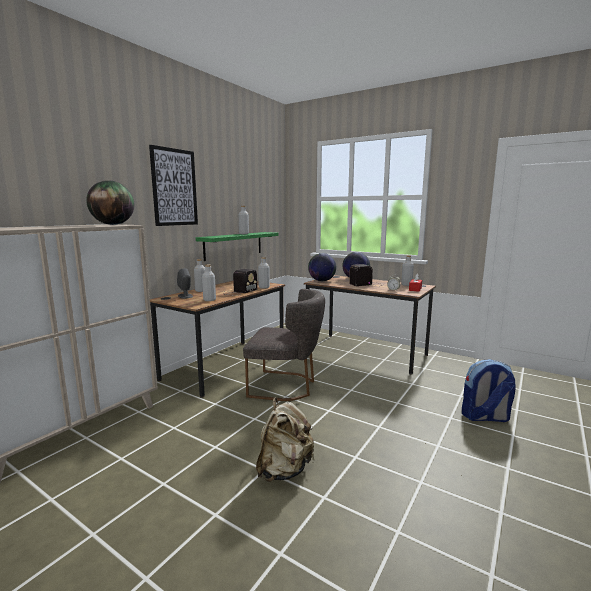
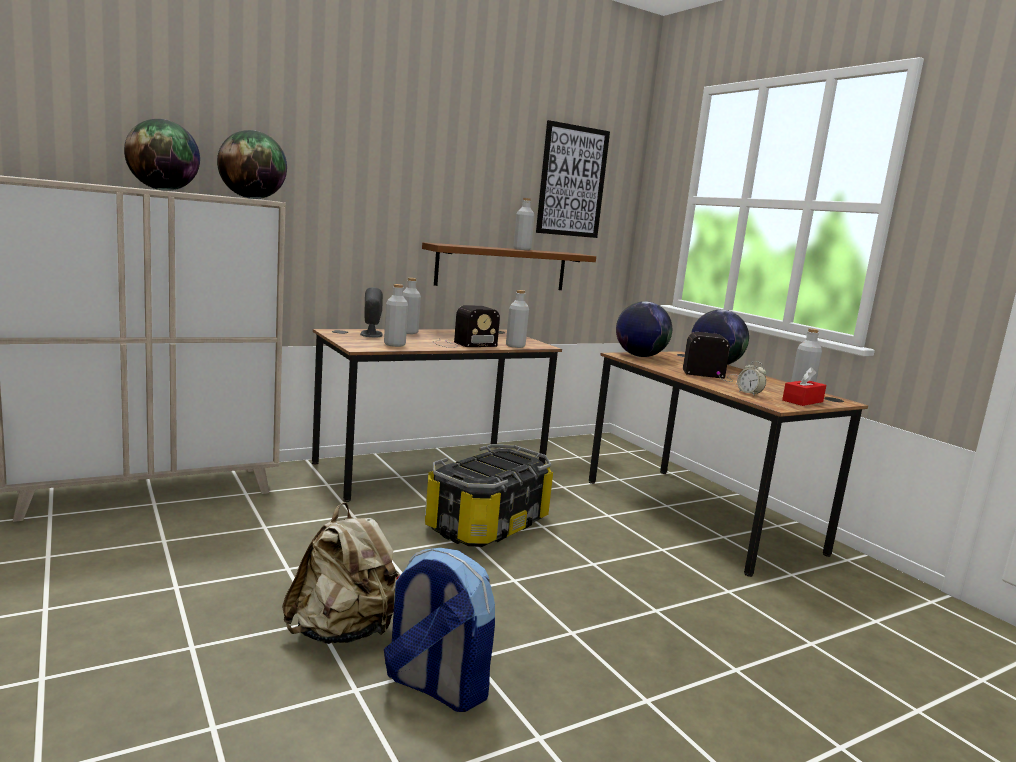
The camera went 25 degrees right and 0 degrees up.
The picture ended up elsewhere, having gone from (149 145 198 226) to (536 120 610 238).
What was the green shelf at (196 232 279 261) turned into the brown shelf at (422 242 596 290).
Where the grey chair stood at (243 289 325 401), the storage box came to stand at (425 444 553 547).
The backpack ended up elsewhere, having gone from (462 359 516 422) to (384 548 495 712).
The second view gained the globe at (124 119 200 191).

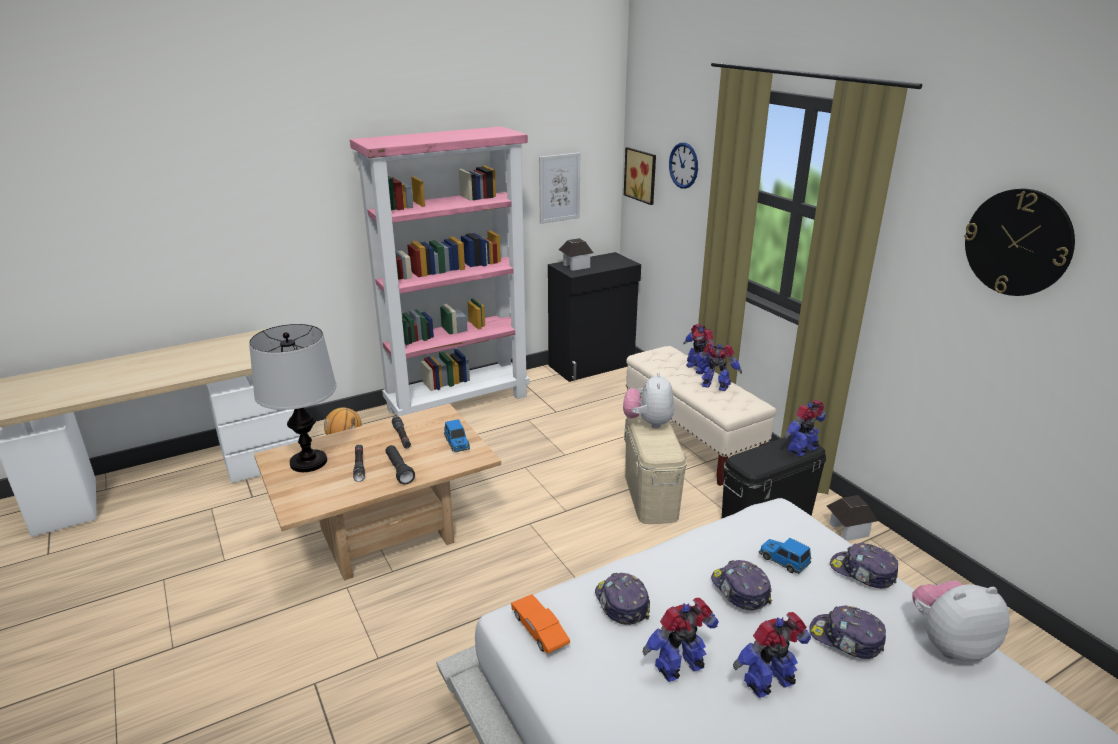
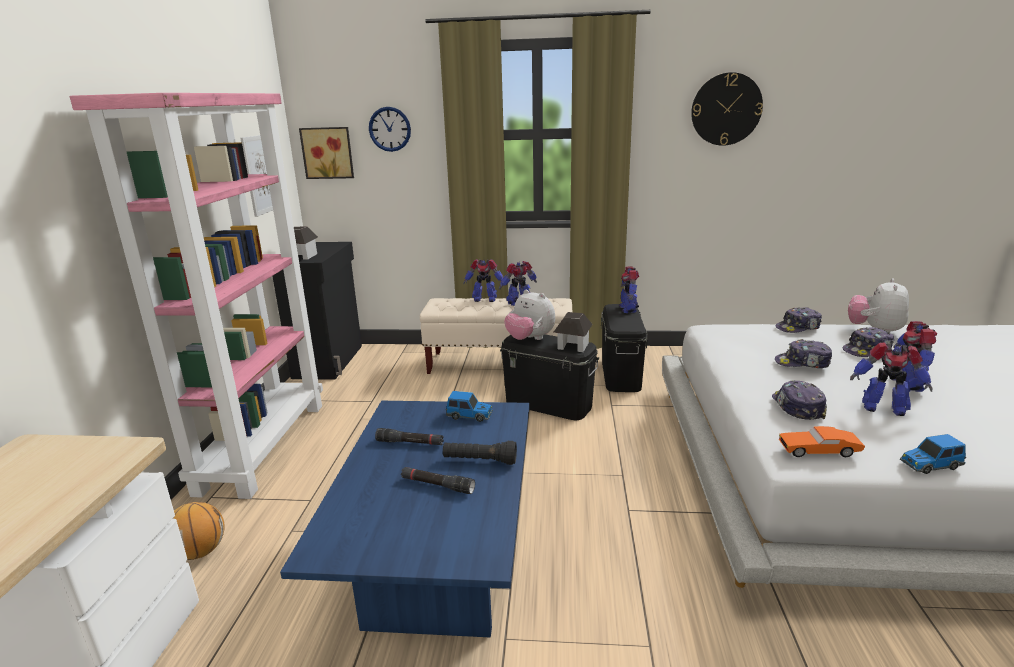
The camera went 55 degrees left and 5 degrees down.
The second view lost the table lamp at (249 324 337 472).
What was the beige coffee table at (254 404 501 580) turned into the blue coffee table at (280 401 529 637).
What was the beige storage box at (624 414 687 524) turned into the black storage box at (500 334 599 421).
The toy house ended up elsewhere, having gone from (827 495 878 541) to (554 312 592 352).
The toy car ended up elsewhere, having gone from (759 538 811 574) to (900 434 966 474).
The cap at (595 573 650 625) ended up facing another way, 75 degrees clockwise from before.
The toy robot at (642 598 719 682) ended up facing another way, 75 degrees counterclockwise from before.

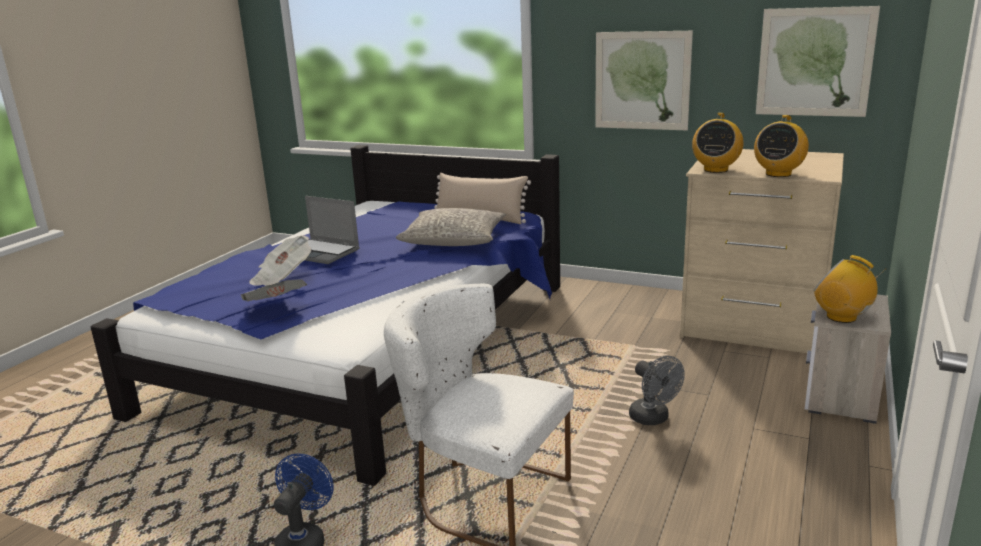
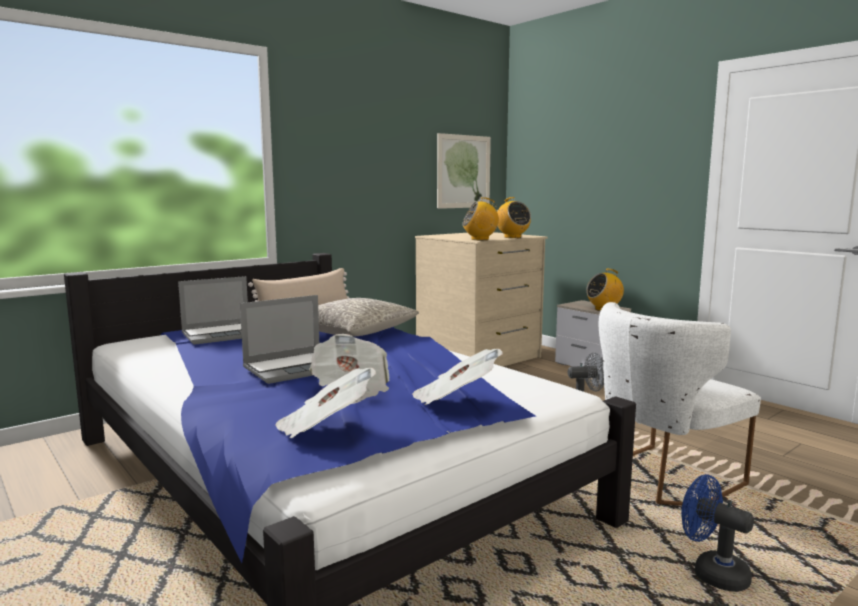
The camera went 65 degrees left and 10 degrees down.
The second view lost the picture at (595 31 693 130).
The radio at (692 113 744 173) ended up facing another way, 120 degrees clockwise from before.
The second view gained the laptop at (178 276 248 345).
The second view gained the newspaper at (275 368 376 438).

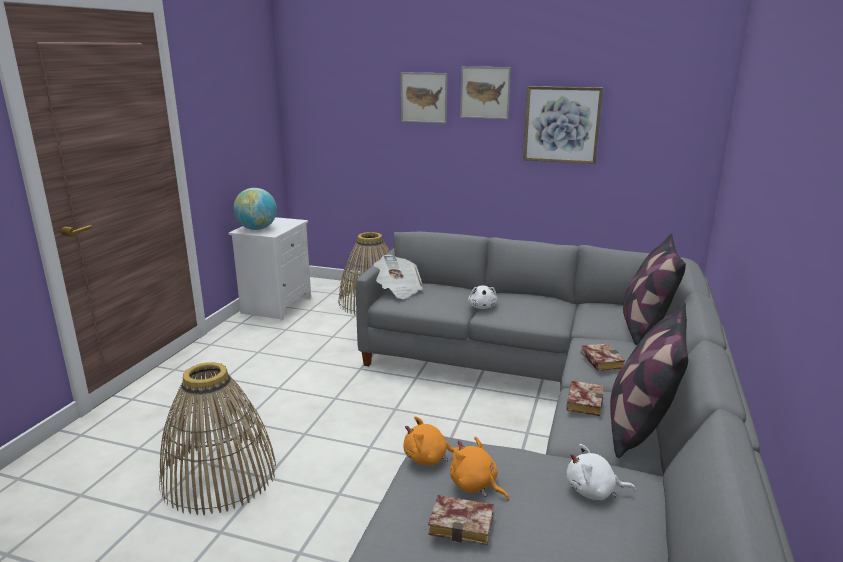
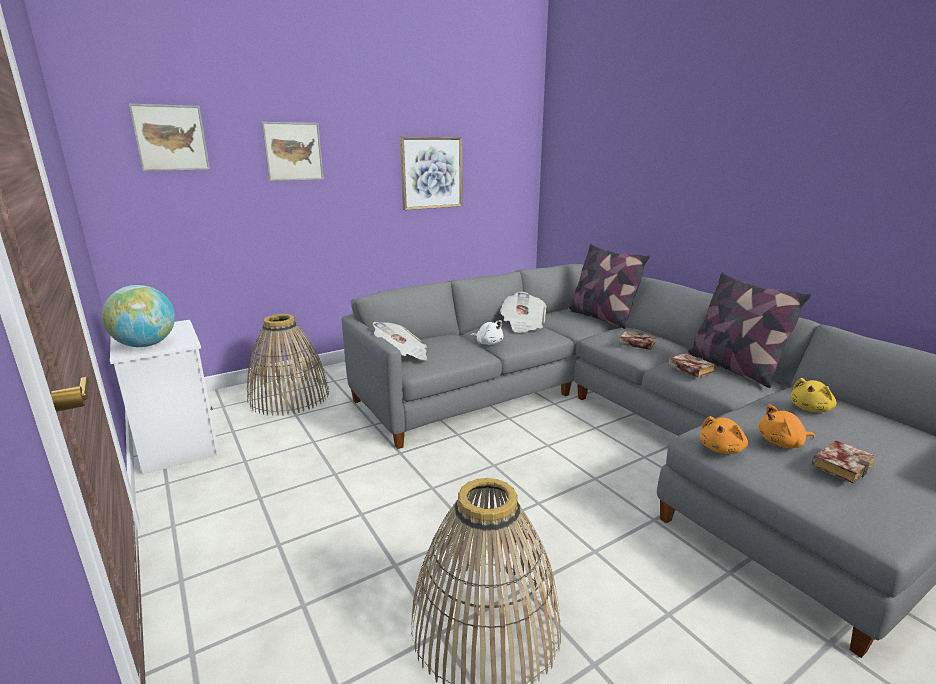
The camera went 50 degrees left and 0 degrees up.
The picture ended up elsewhere, having gone from (460 67 511 119) to (129 104 210 171).
What was the white plush toy at (567 444 636 500) turned into the yellow plush toy at (791 378 836 412).
The second view gained the newspaper at (500 292 547 333).

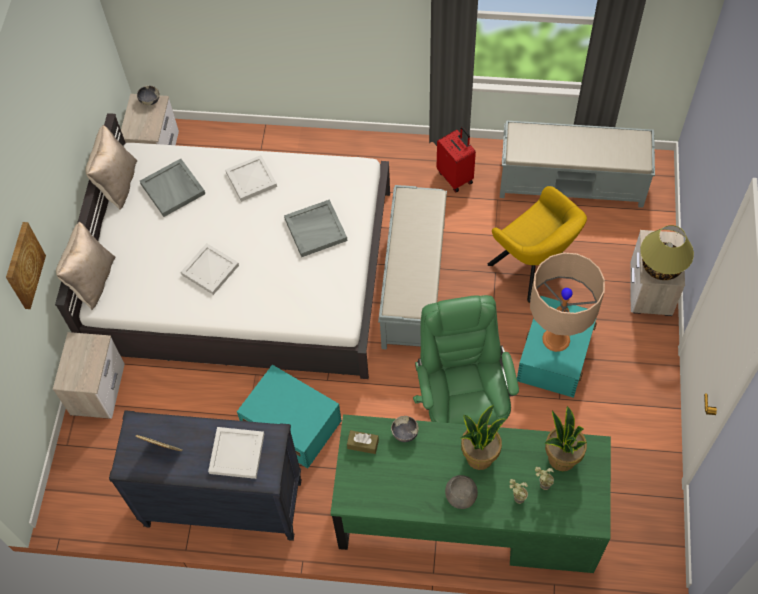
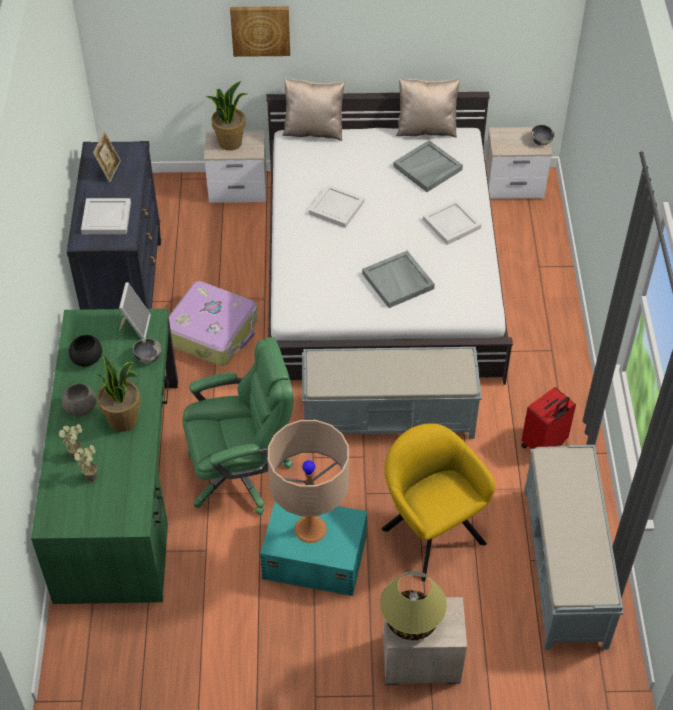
The camera went 80 degrees right and 10 degrees down.
The yellow armchair at (487 186 587 303) ended up facing another way, 105 degrees clockwise from before.
Where the turquoise storage box stood at (237 365 342 468), the suitcase came to stand at (169 281 258 366).
The potted plant ended up elsewhere, having gone from (544 406 587 471) to (205 81 247 151).
Where the brown tissue box stood at (347 430 379 454), the picture frame came to stand at (119 282 151 339).
The second view gained the black bowl at (69 335 102 367).

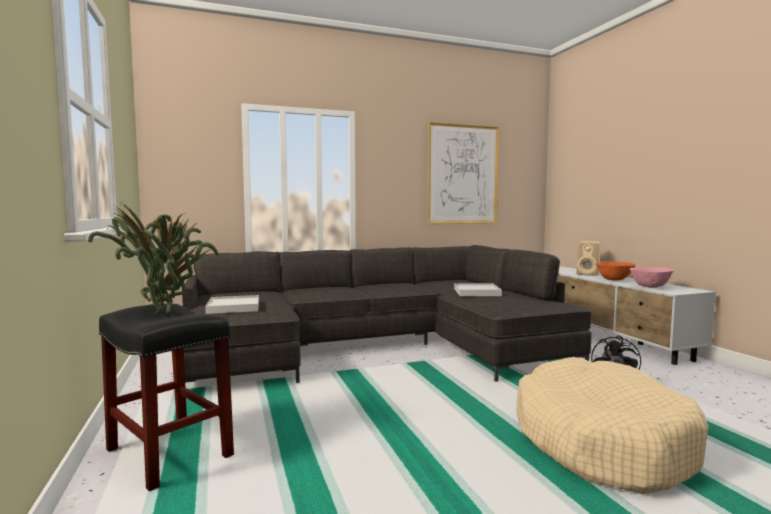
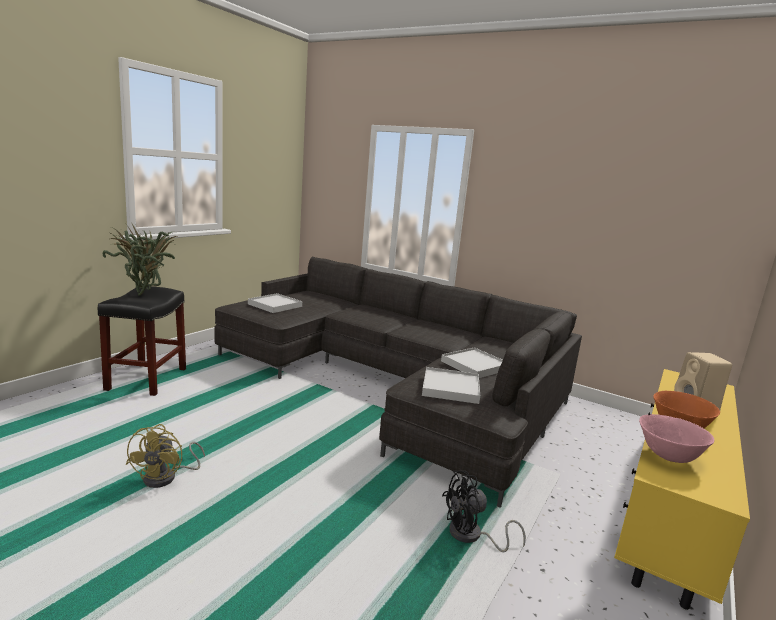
The camera went 50 degrees right and 10 degrees up.
The second view lost the picture at (427 122 500 224).
What was the white tv stand at (557 266 716 365) turned into the yellow tv stand at (614 369 750 610).
The second view lost the beige dog bed at (516 357 708 494).
The second view gained the white tray at (422 367 480 404).
The second view gained the yellow fan at (125 424 205 488).

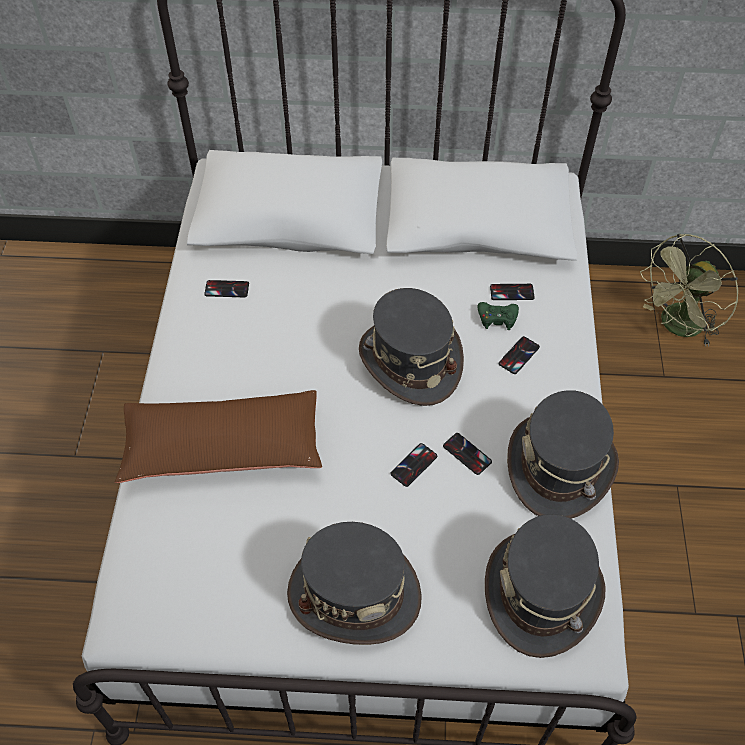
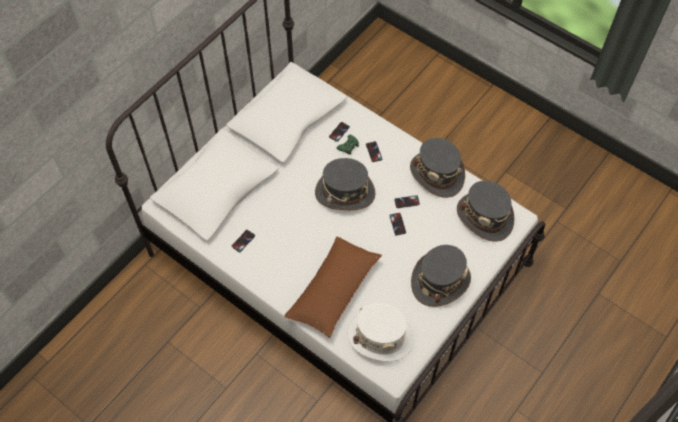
The camera went 55 degrees left and 5 degrees up.
The second view lost the green fan at (640 234 738 347).
The second view gained the white hat at (348 302 413 362).

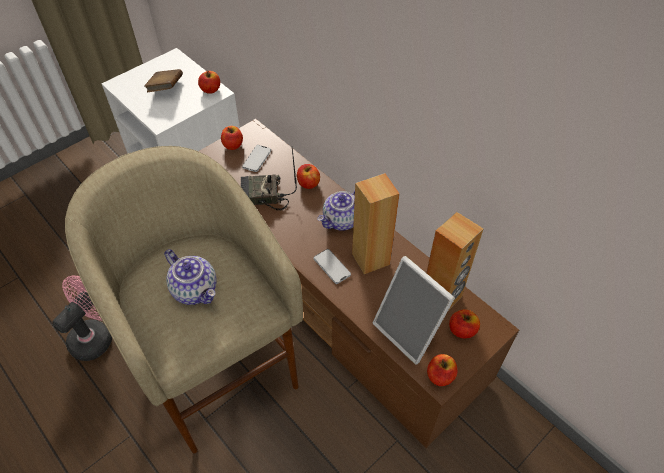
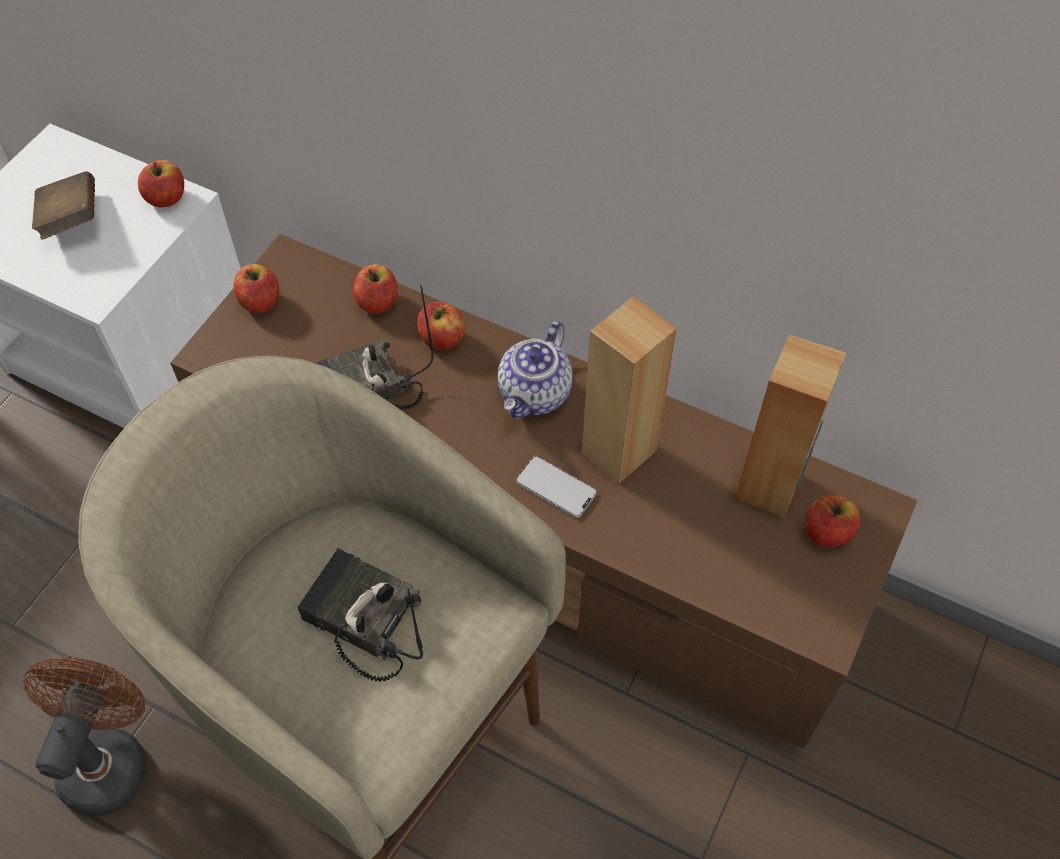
The camera went 20 degrees left and 5 degrees up.
The second view lost the phone at (242 145 271 172).
Where the teapot stood at (164 249 217 305), the radio came to stand at (297 548 423 682).
The second view lost the picture frame at (373 256 455 365).
What was the pink fan at (52 275 112 361) turned into the brown fan at (23 657 146 816).
The apple ended up elsewhere, having gone from (427 354 457 386) to (353 264 398 314).

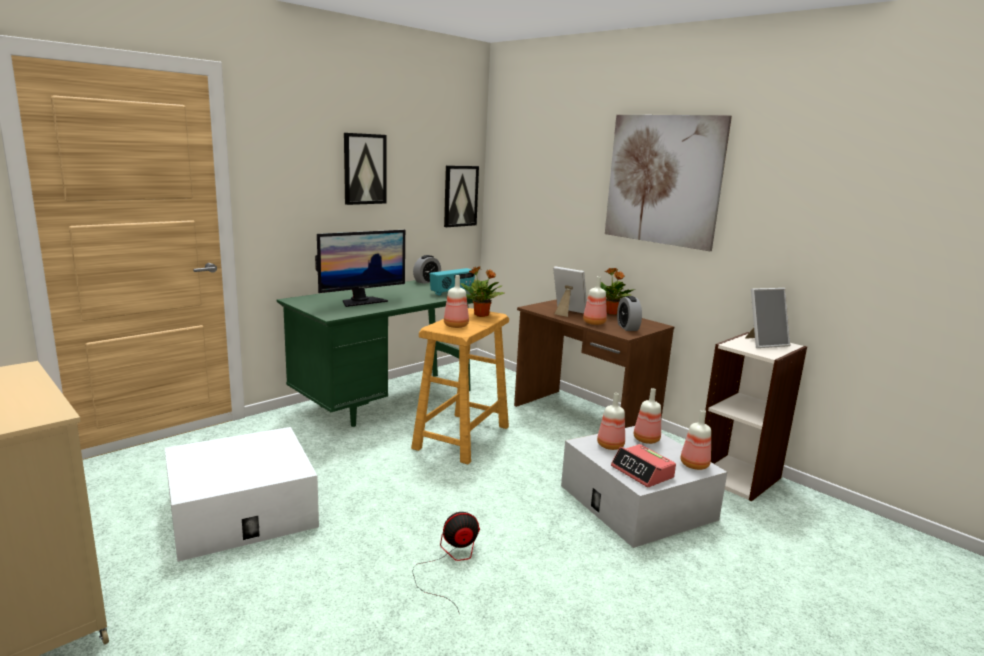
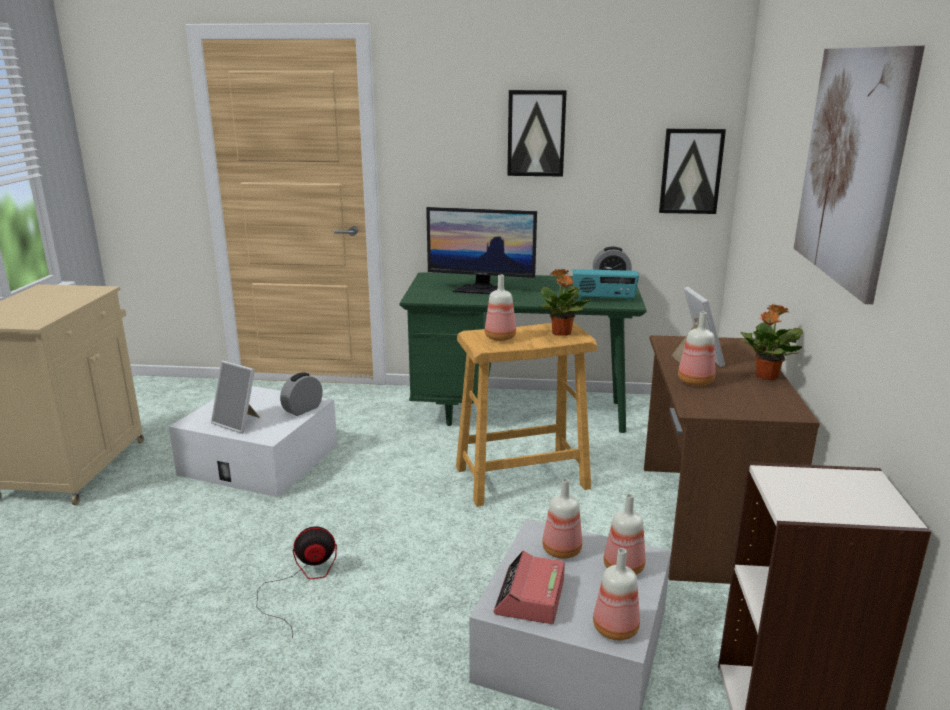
The camera went 50 degrees right and 5 degrees up.
The picture frame ended up elsewhere, having gone from (745 288 790 348) to (211 360 260 434).
The alarm clock ended up elsewhere, having gone from (617 296 642 331) to (280 372 323 416).
The fan at (412 512 480 614) ended up facing another way, 45 degrees counterclockwise from before.

